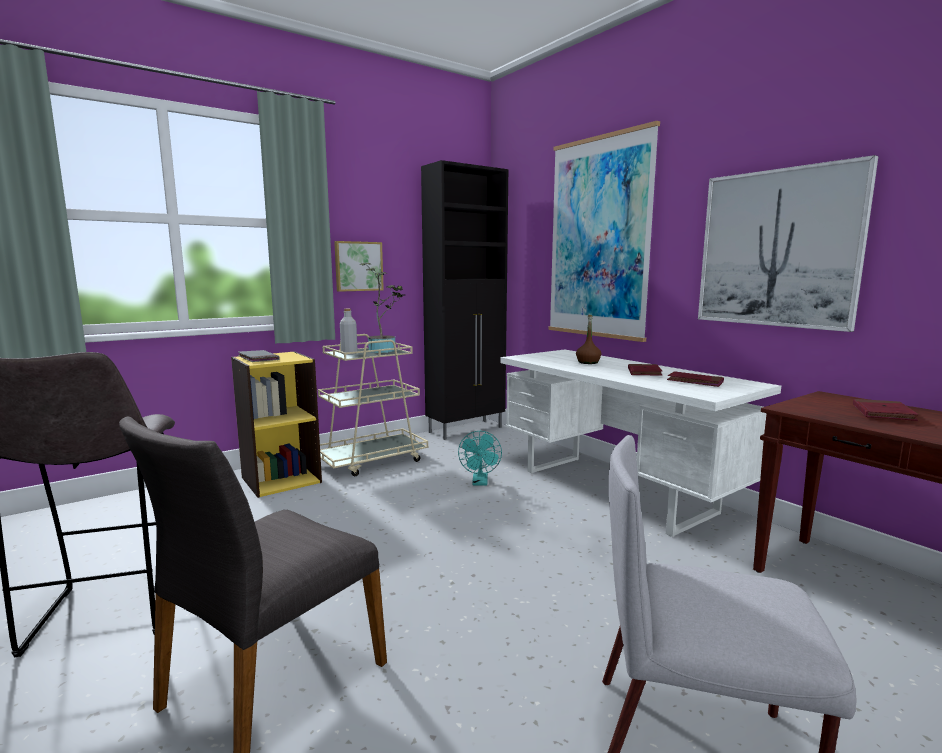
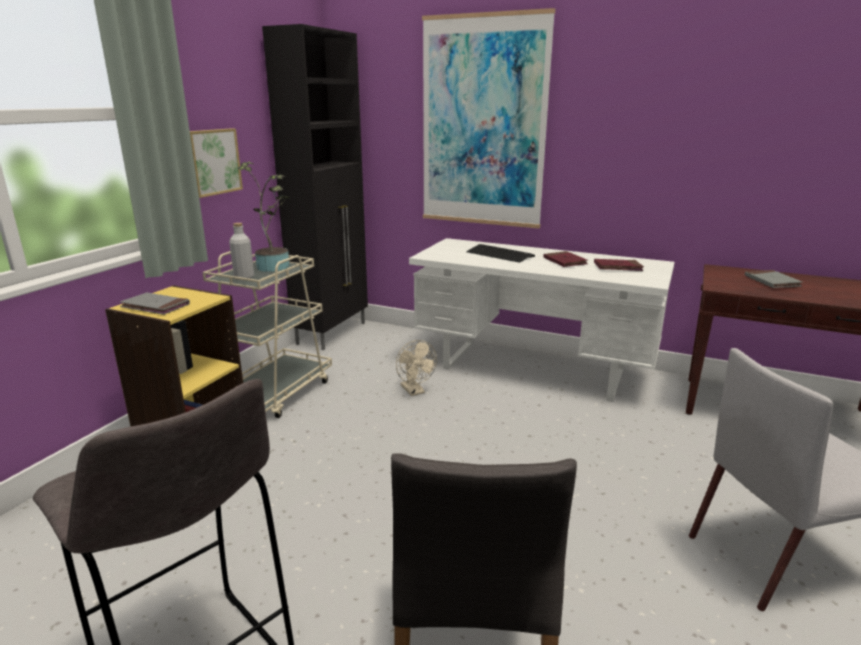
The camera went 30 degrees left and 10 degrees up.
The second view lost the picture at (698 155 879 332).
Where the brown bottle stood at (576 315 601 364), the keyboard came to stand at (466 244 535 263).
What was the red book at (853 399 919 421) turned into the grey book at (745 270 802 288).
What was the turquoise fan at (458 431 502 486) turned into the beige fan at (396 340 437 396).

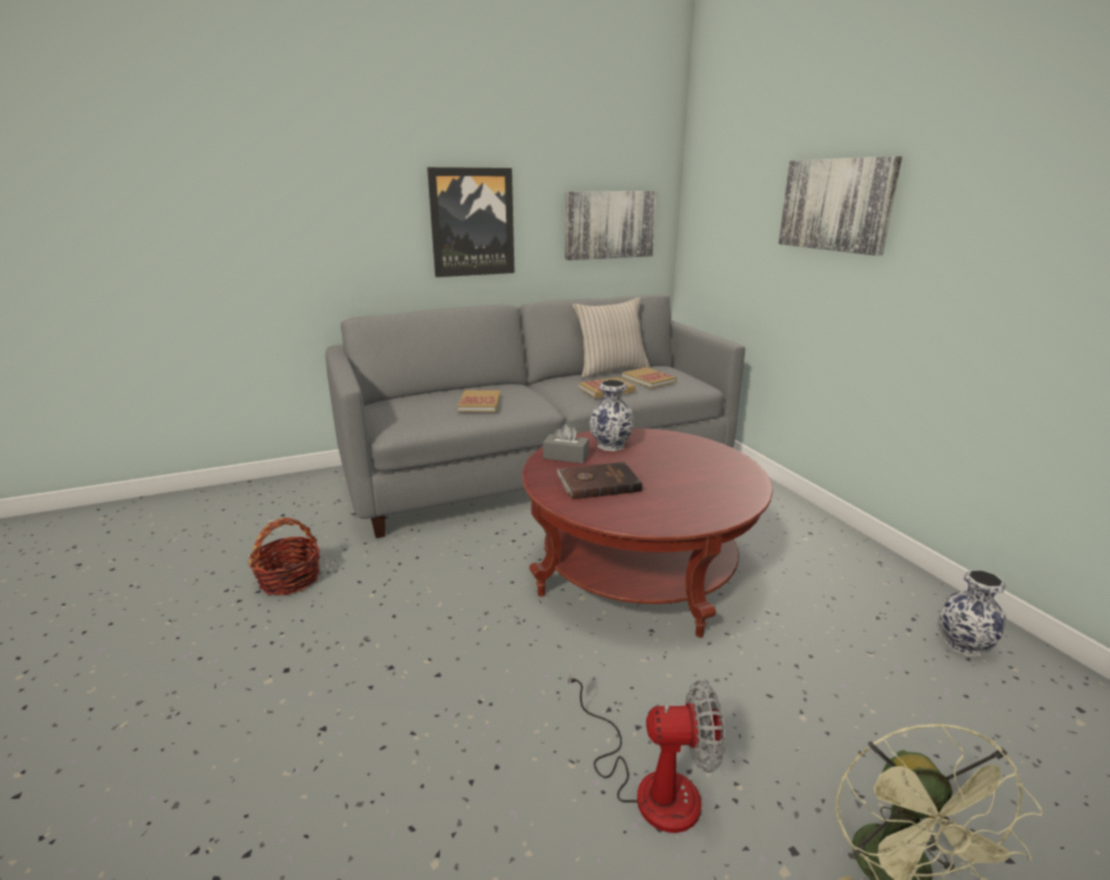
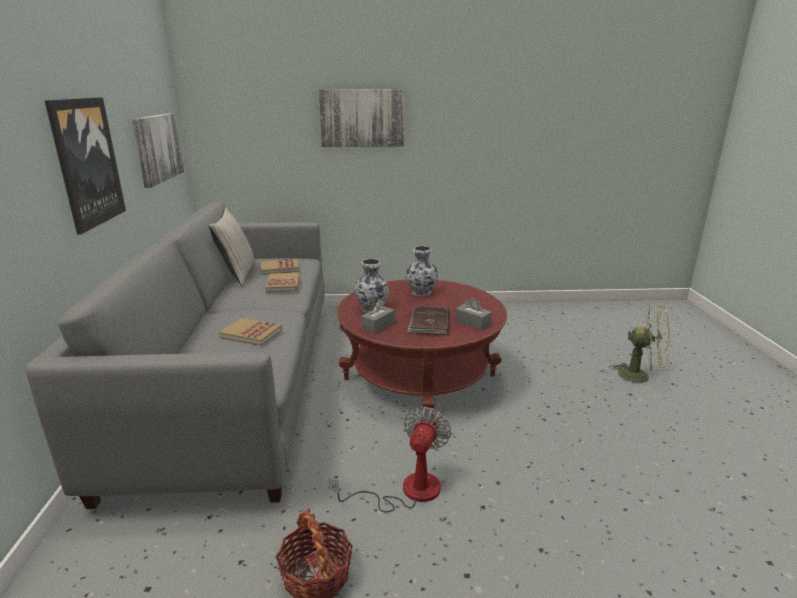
The camera went 70 degrees left and 0 degrees up.
The vase ended up elsewhere, having gone from (940 570 1006 657) to (406 246 438 296).
The fan ended up elsewhere, having gone from (570 665 725 833) to (329 407 451 512).
The second view gained the grey tissue box at (455 298 492 330).

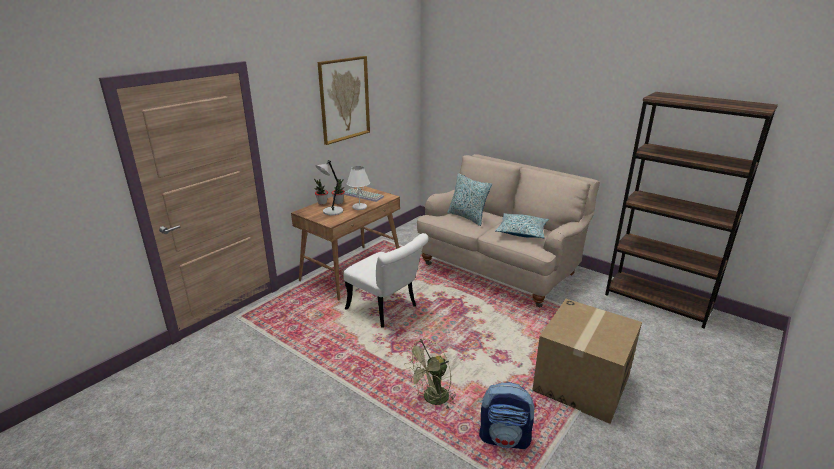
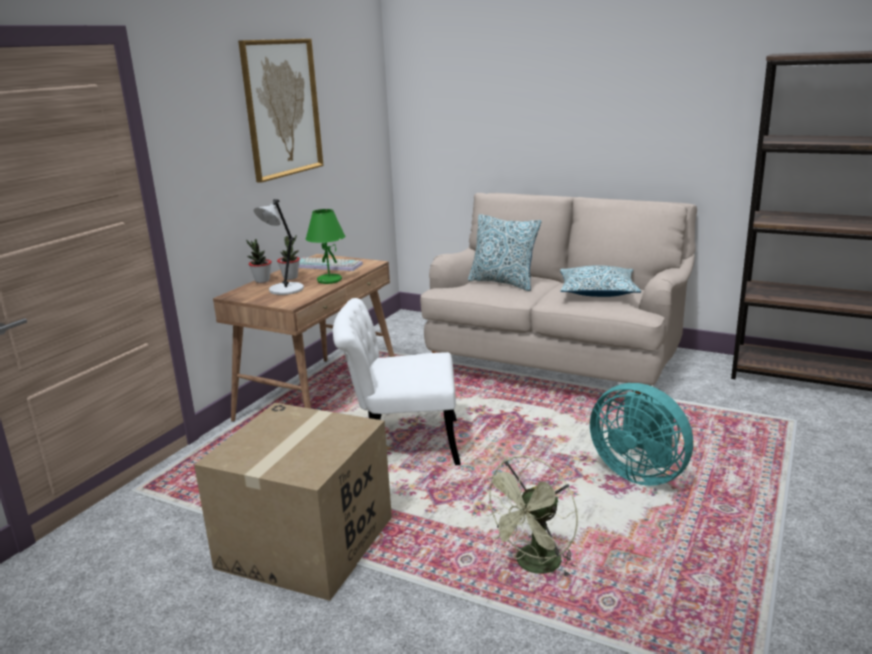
The camera went 10 degrees left and 5 degrees down.
What was the white table lamp at (347 166 370 210) turned into the green table lamp at (305 209 345 284).
The white chair at (343 233 428 328) ended up facing another way, 150 degrees clockwise from before.
The cardboard box ended up elsewhere, having gone from (532 299 642 424) to (194 403 392 601).
The second view lost the backpack at (479 382 536 449).
The second view gained the turquoise fan at (590 383 693 486).

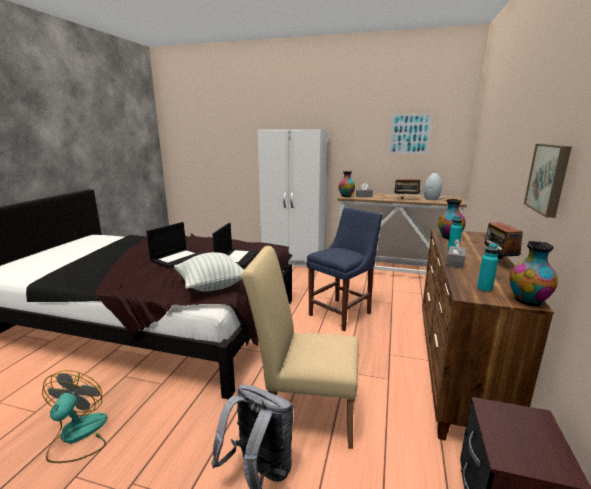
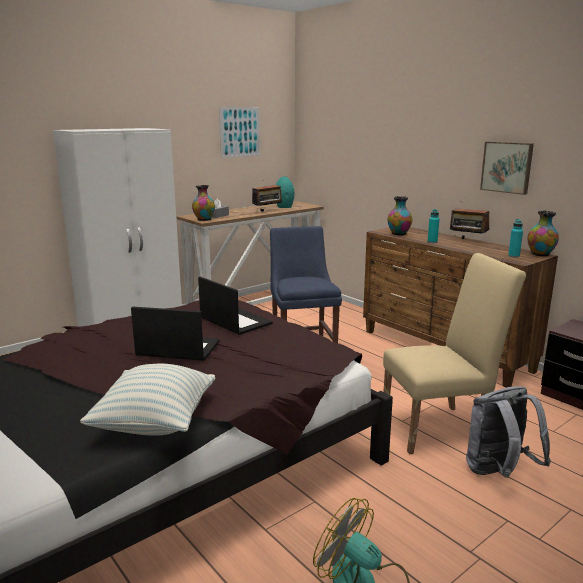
The camera went 55 degrees left and 0 degrees up.
What was the grey vase at (424 173 442 200) turned into the turquoise vase at (275 176 294 208).
The laptop at (146 222 203 268) ended up facing another way, 60 degrees counterclockwise from before.
The second view lost the grey tissue box at (446 239 466 268).
The beige chair at (241 246 359 449) ended up facing another way, 150 degrees counterclockwise from before.
The pillow ended up elsewhere, having gone from (174 252 244 291) to (80 363 215 435).

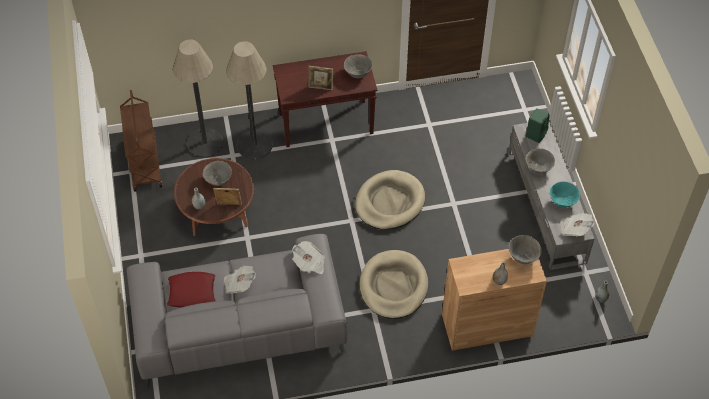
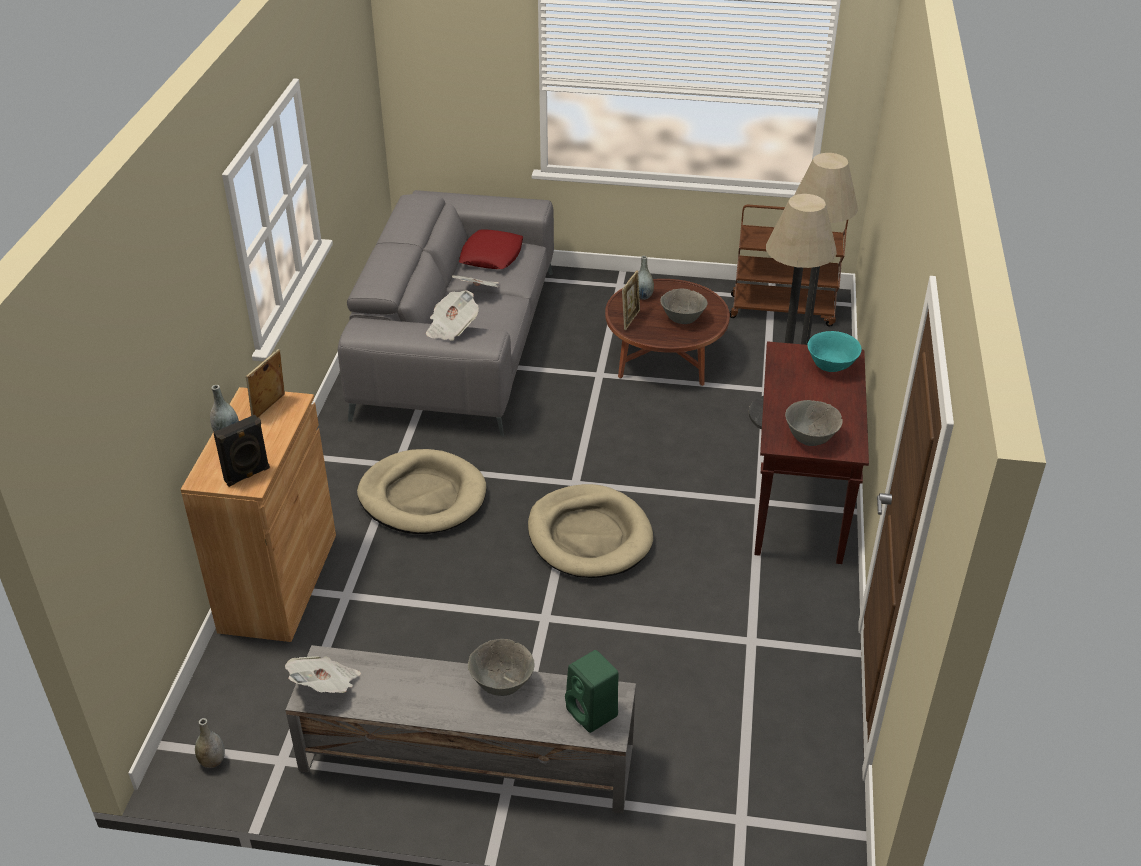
The camera went 110 degrees right and 15 degrees down.
The picture frame ended up elsewhere, having gone from (308 66 333 90) to (246 349 285 417).
The turquoise bowl ended up elsewhere, having gone from (550 181 580 208) to (808 331 862 372).
Where the grey bowl stood at (508 235 542 264), the black speaker came to stand at (213 415 270 487).

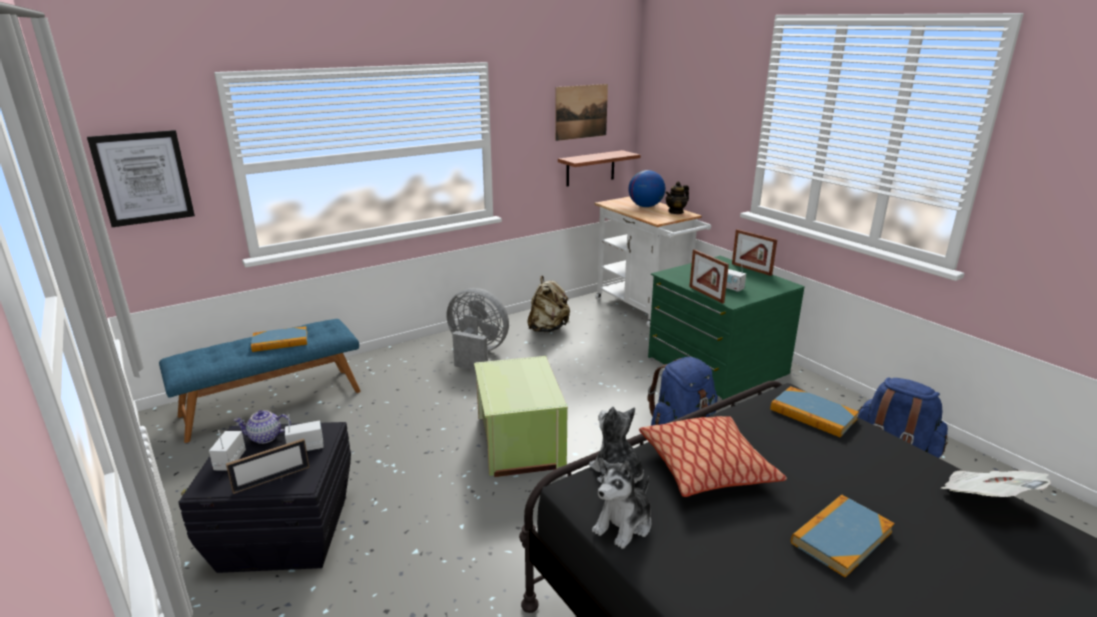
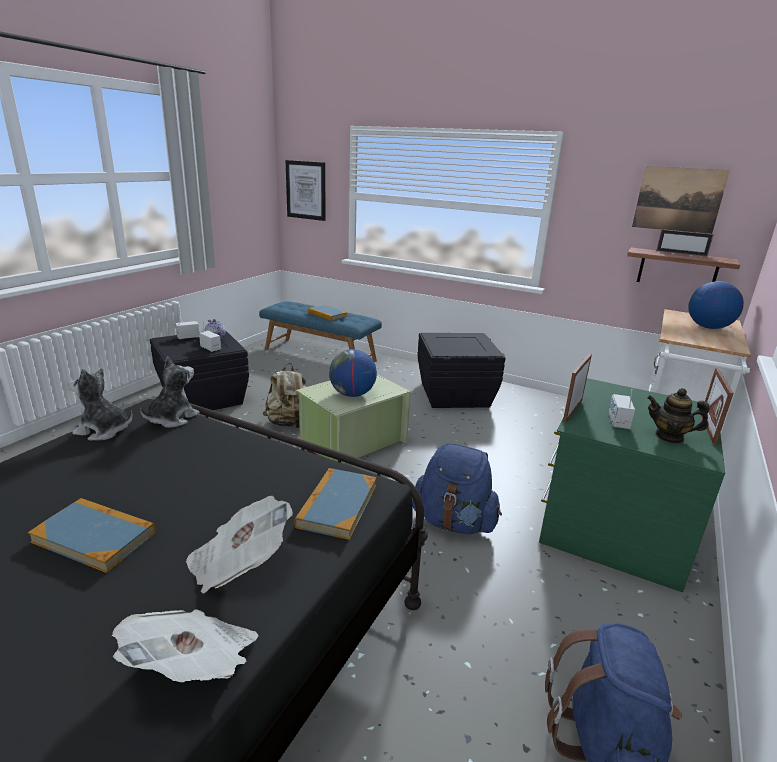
The camera went 60 degrees right and 0 degrees up.
The teapot ended up elsewhere, having gone from (665 181 689 214) to (647 388 710 443).
The beige backpack ended up elsewhere, having gone from (527 276 570 332) to (263 363 306 428).
Where the grey fan stood at (447 288 509 371), the black storage box came to stand at (417 333 505 408).
The second view lost the pillow at (639 416 787 497).
The picture frame ended up elsewhere, having gone from (226 438 309 494) to (656 229 714 257).
The second view gained the globe at (329 349 377 397).
The second view gained the newspaper at (186 496 293 593).

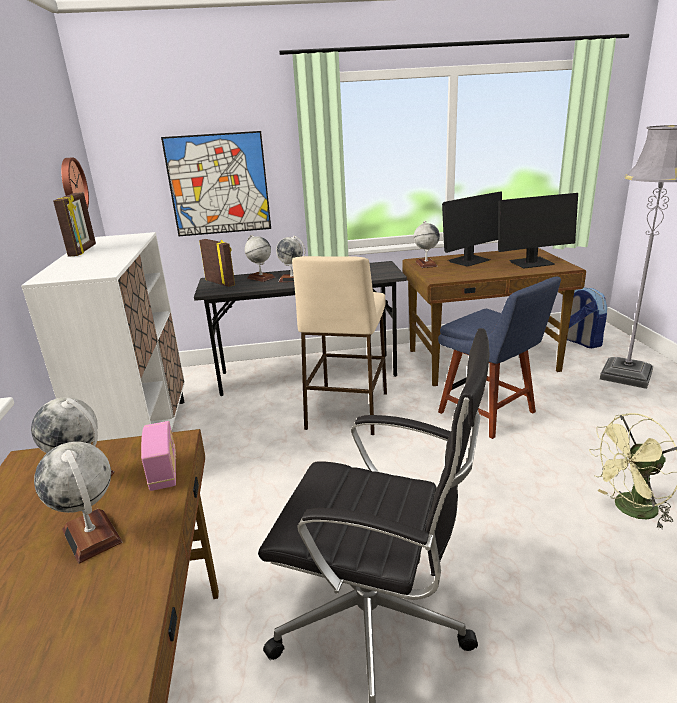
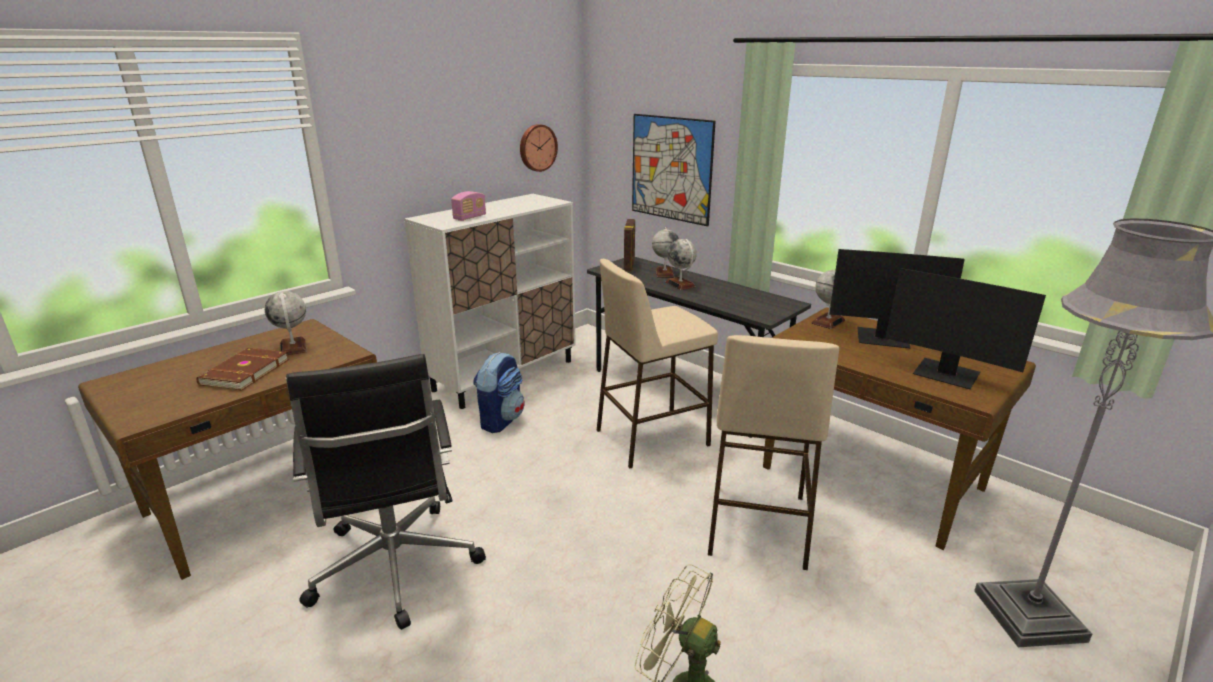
The camera went 50 degrees right and 0 degrees up.
The second view lost the picture frame at (53 192 96 257).
Where the blue chair stood at (438 277 561 439), the beige stool came to stand at (708 335 839 570).
The backpack ended up elsewhere, having gone from (567 288 607 348) to (473 352 525 433).
The radio ended up elsewhere, having gone from (141 421 176 491) to (451 191 486 221).
Where the globe stood at (34 442 122 564), the brown book came to stand at (196 348 289 390).

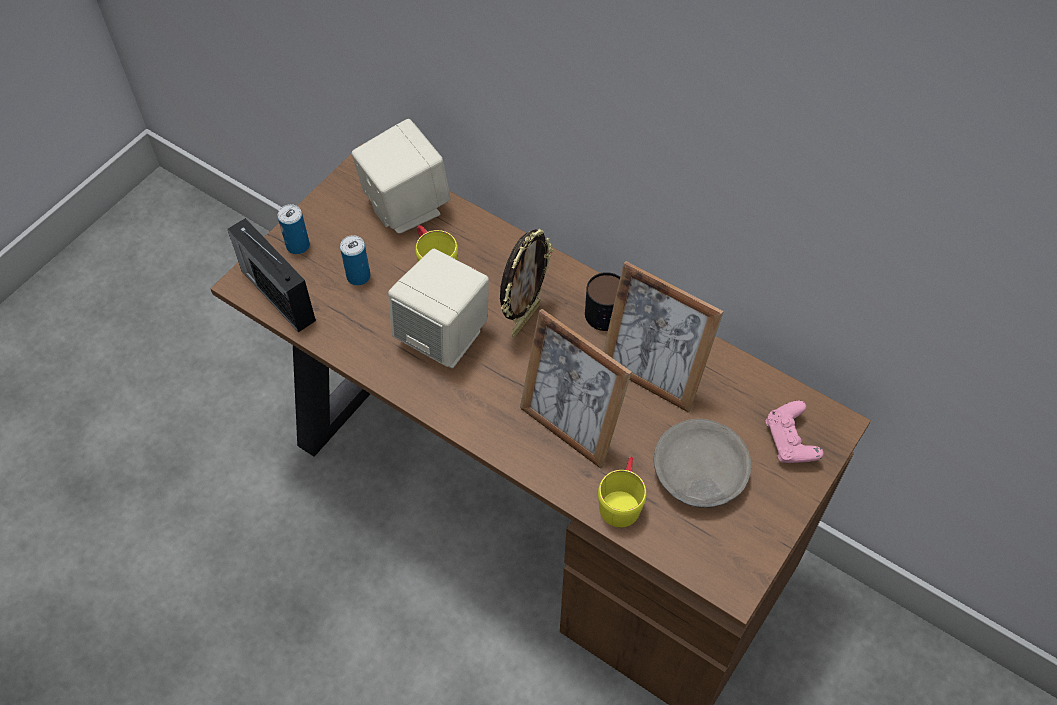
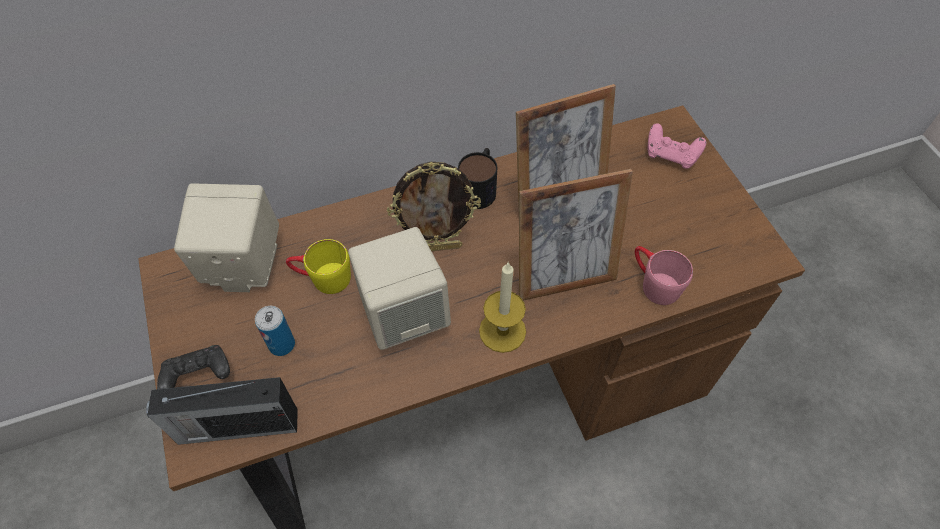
The camera went 55 degrees left and 0 degrees up.
Where the can stood at (278 204 310 254), the black game controller came to stand at (157 345 230 389).
The picture frame at (500 228 553 337) ended up facing another way, 105 degrees clockwise from before.
The second view lost the grey bowl at (654 419 751 508).
What was the yellow mug at (598 457 647 528) turned into the pink mug at (635 246 693 305).
The second view gained the candle at (479 262 526 353).

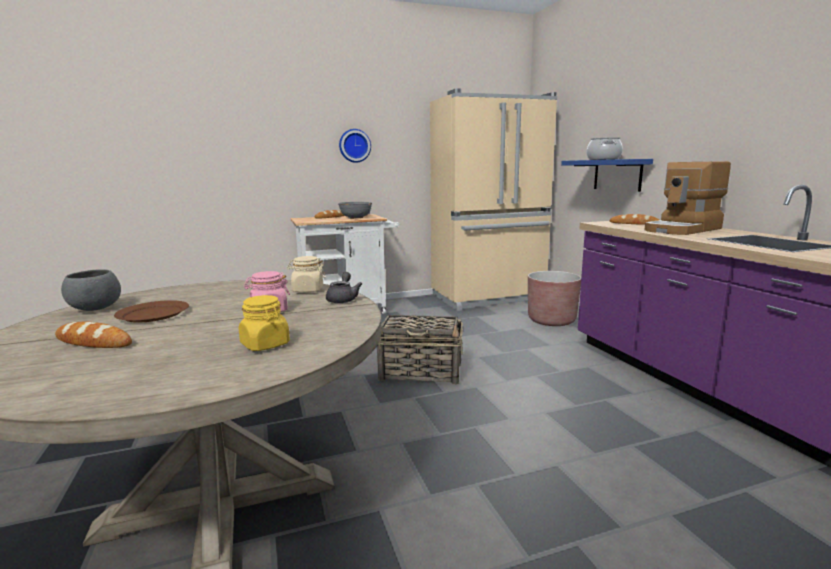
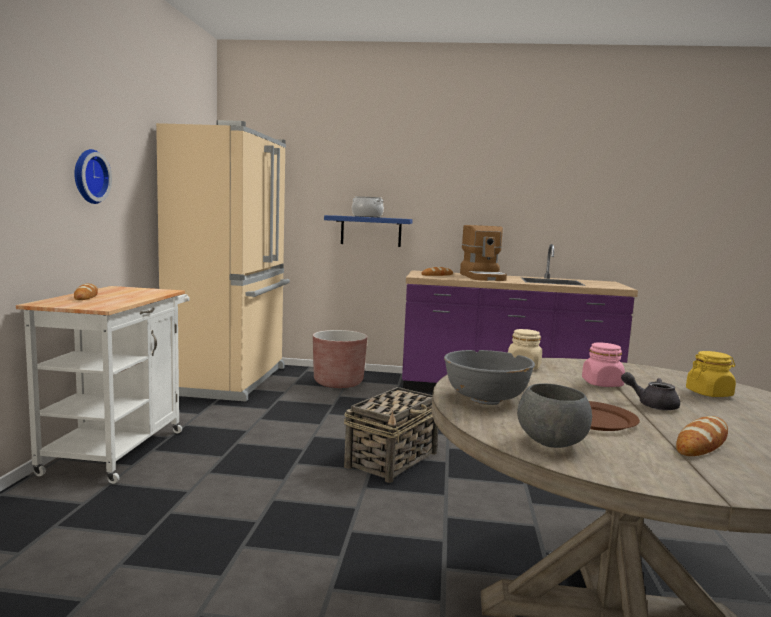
The camera went 65 degrees left and 5 degrees down.
The grey bowl ended up elsewhere, having gone from (338 202 372 219) to (444 350 535 405).
The grey teapot ended up elsewhere, having gone from (326 272 362 303) to (621 372 680 410).

